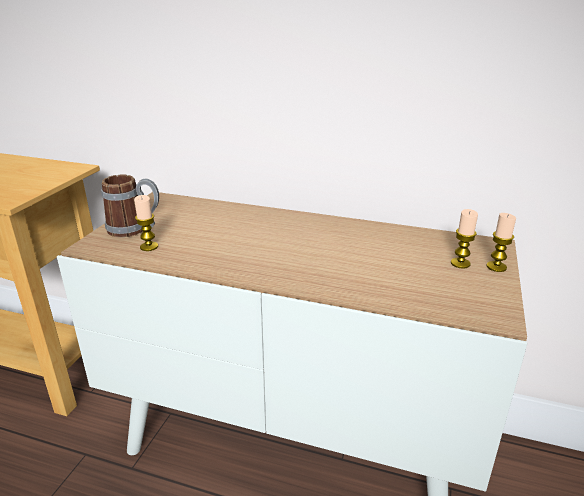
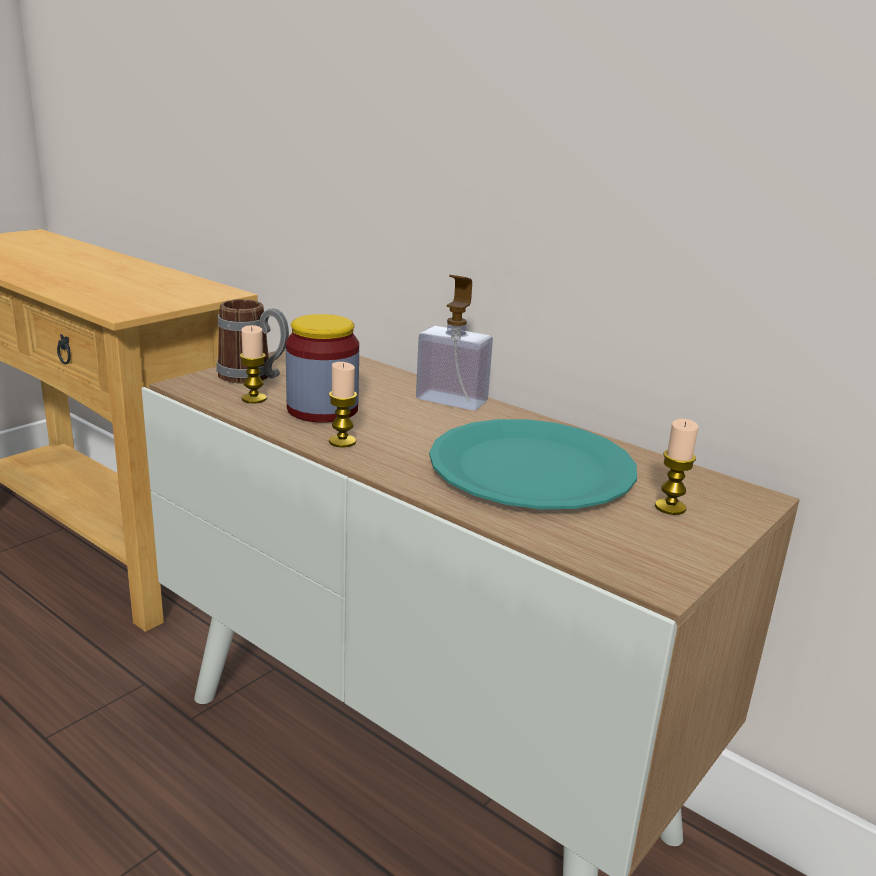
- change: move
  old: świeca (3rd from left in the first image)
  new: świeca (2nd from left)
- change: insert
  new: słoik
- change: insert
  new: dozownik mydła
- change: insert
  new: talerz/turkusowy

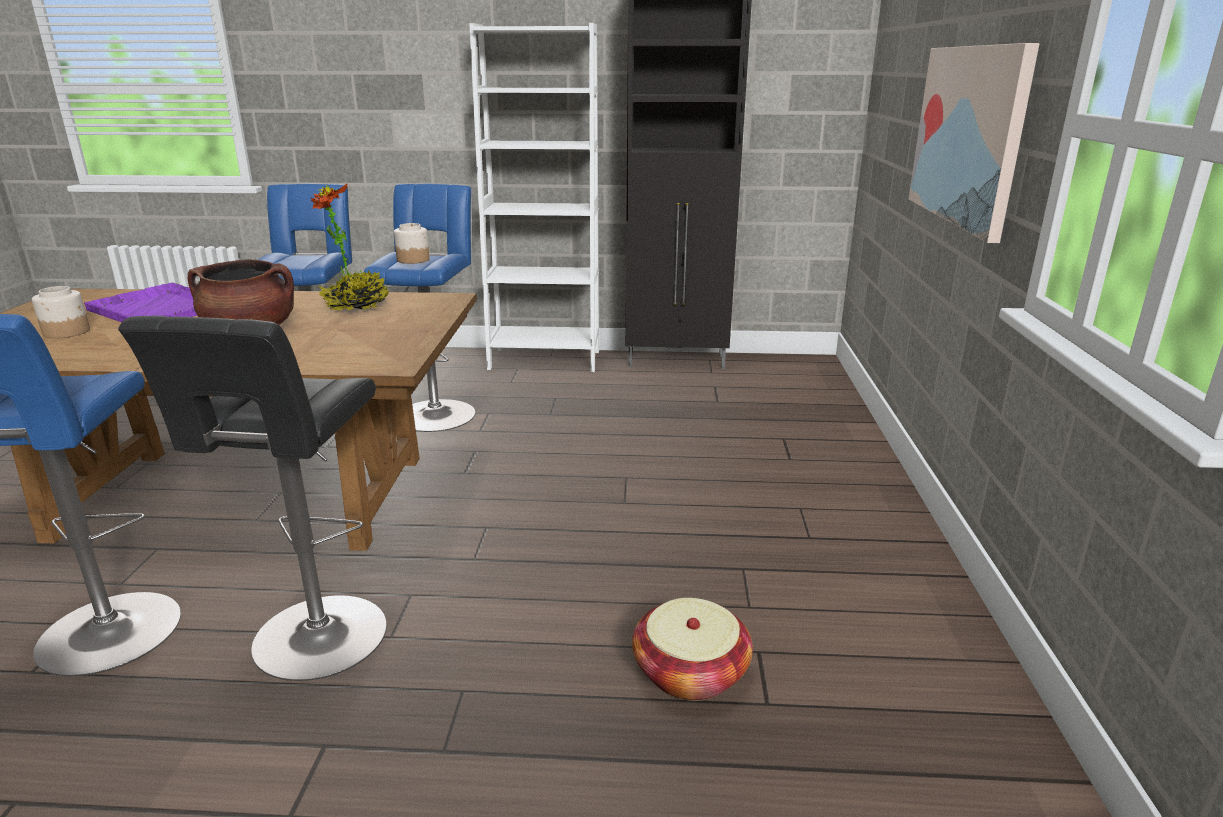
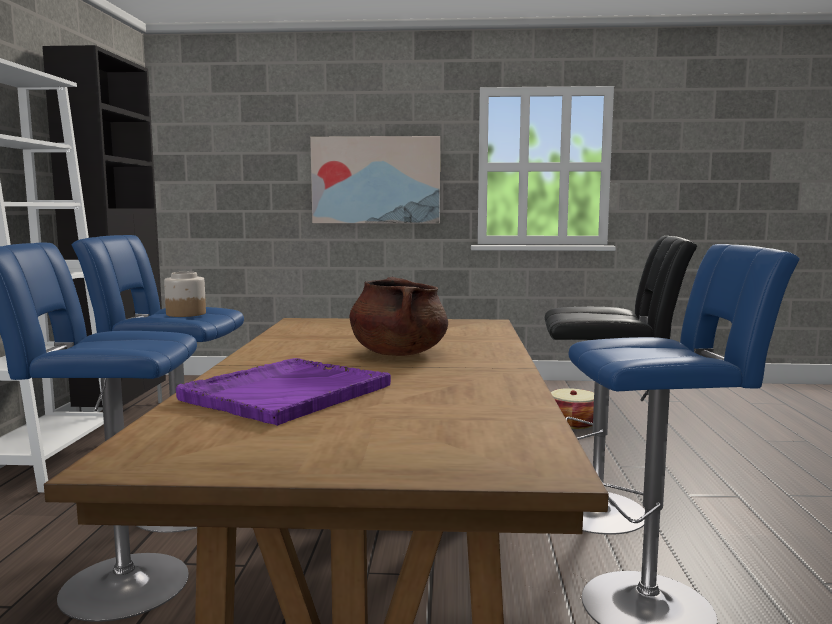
- change: delete
  old: słoik (1st from left)
- change: delete
  old: roślina doniczkowa

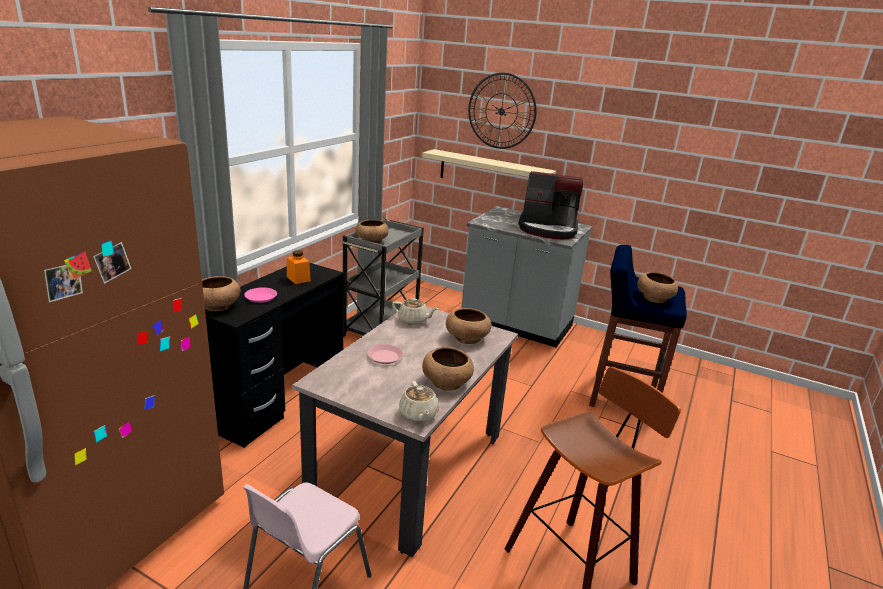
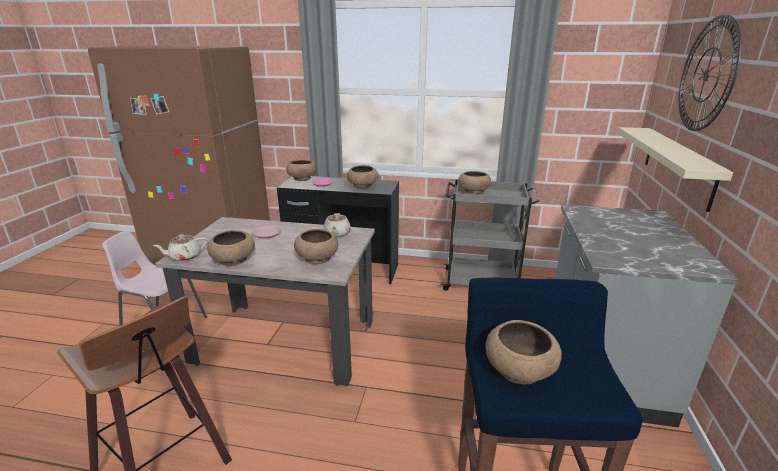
- change: replace
  old: słoik/pomarańczowy
  new: miska/brązowy (4th from left)
- change: delete
  old: ekspres do kawy

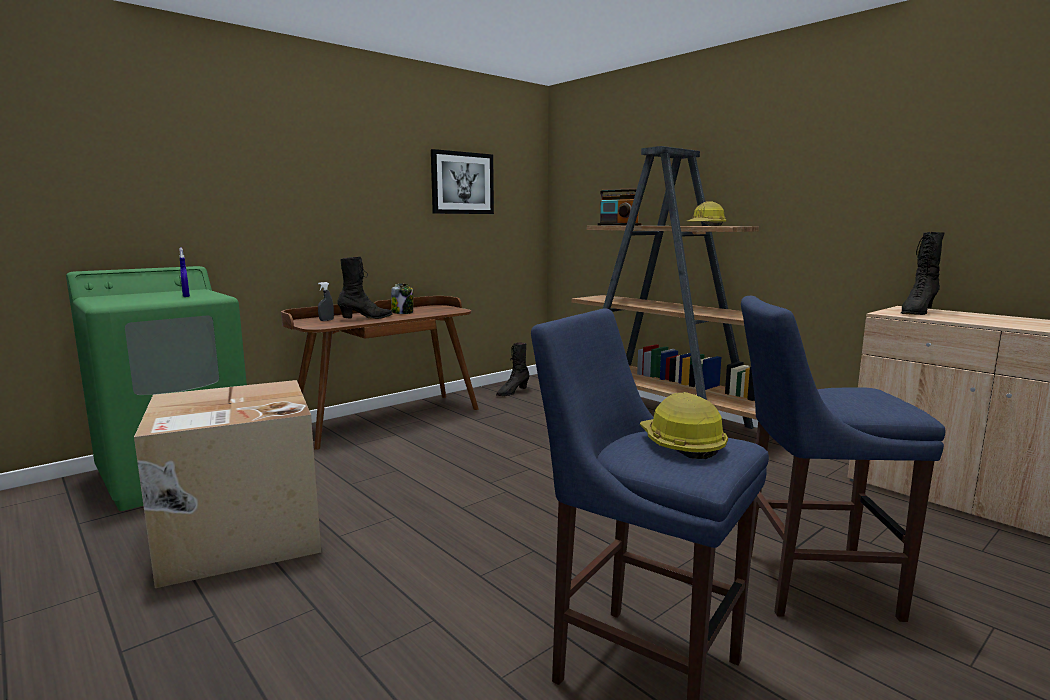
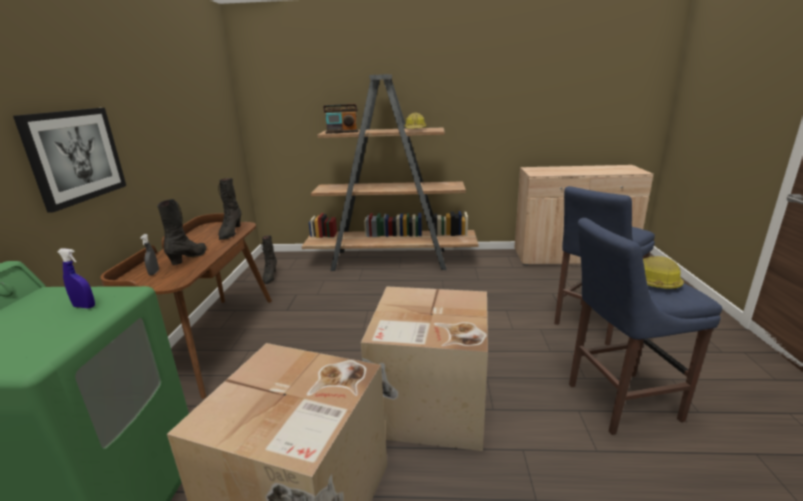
- change: delete
  old: słoik
- change: move
  old: obraz
- change: move
  old: but z cholewką/czarny (3rd from left in the first image)
  new: but z cholewką/czarny (2nd from left)
- change: insert
  new: karton (2nd from left)

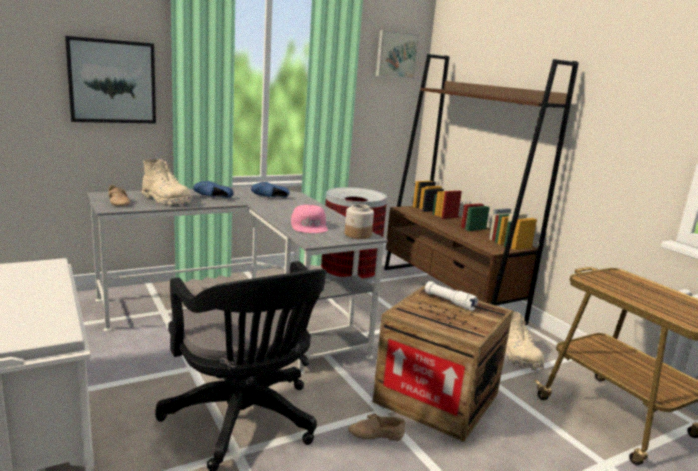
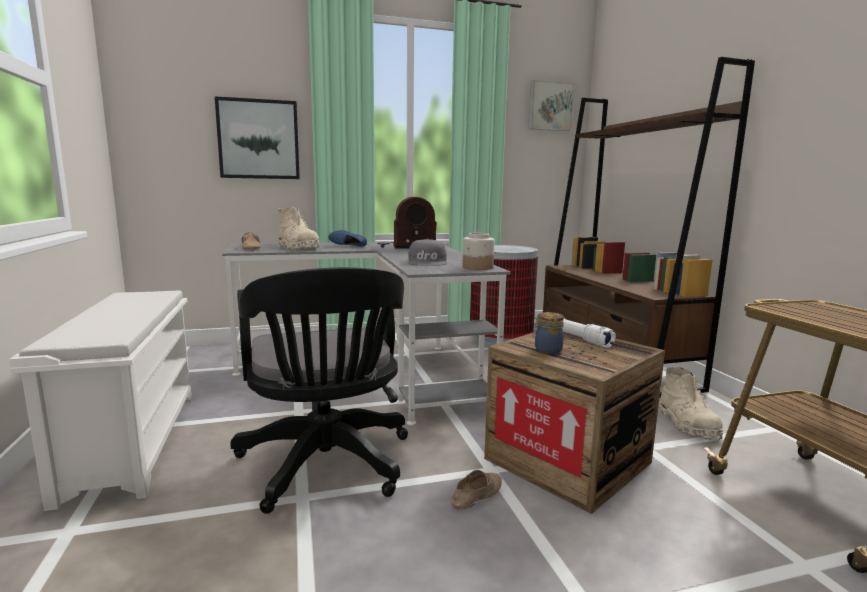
- change: replace
  old: but/niebieski (2nd from left)
  new: radio
- change: recolor
  old: czapka z daszkiem/różowy
  new: czapka z daszkiem/szary
- change: rotate
  old: but/beżowy (2nd from left)
  degrees: 120
- change: insert
  new: słoik (2nd from left)

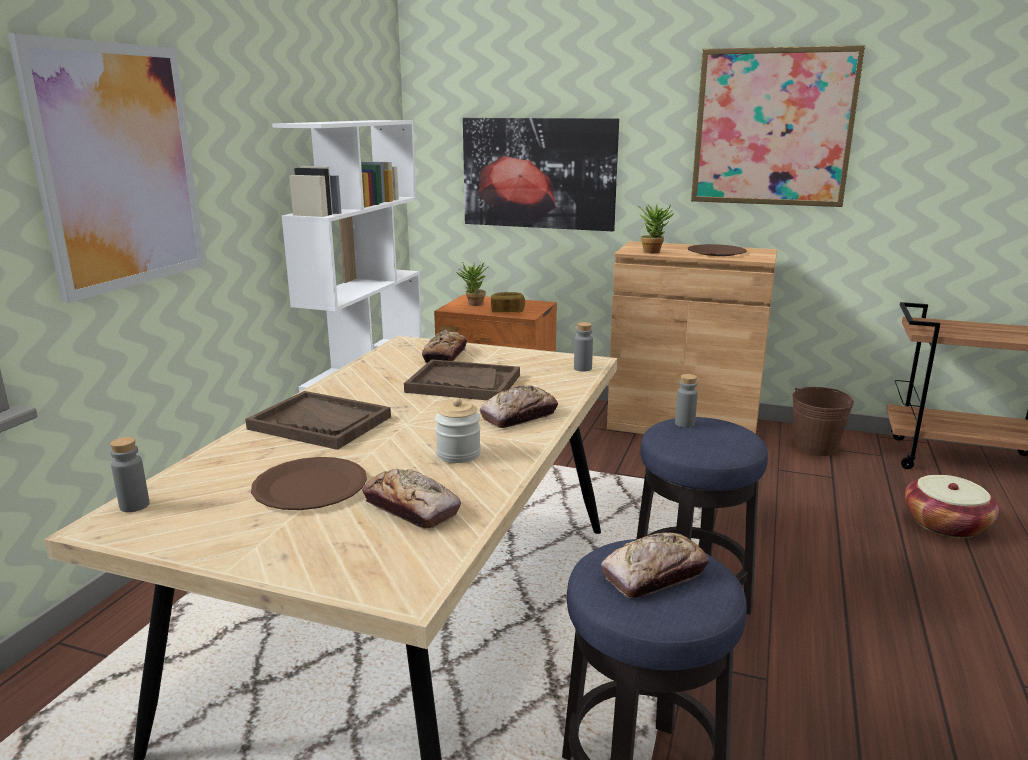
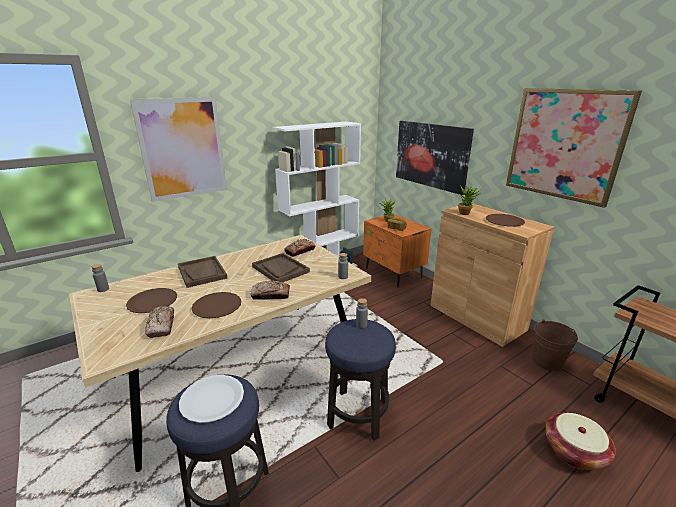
- change: replace
  old: słoik
  new: talerz/brązowy (2nd from left)
- change: replace
  old: chleb (5th from left)
  new: talerz/biały

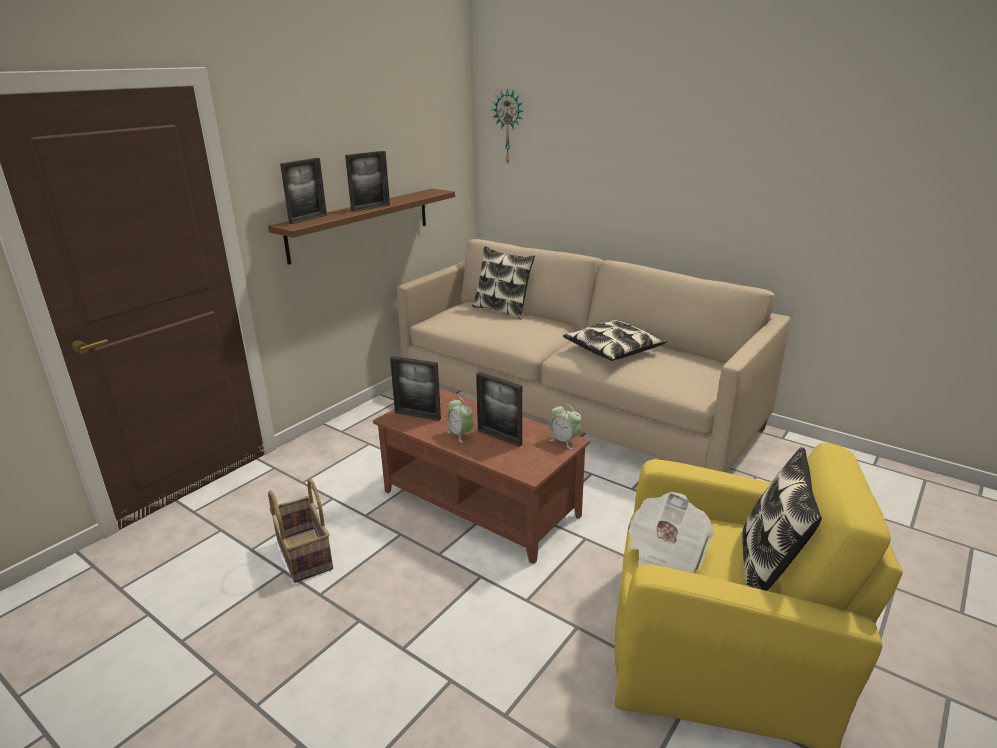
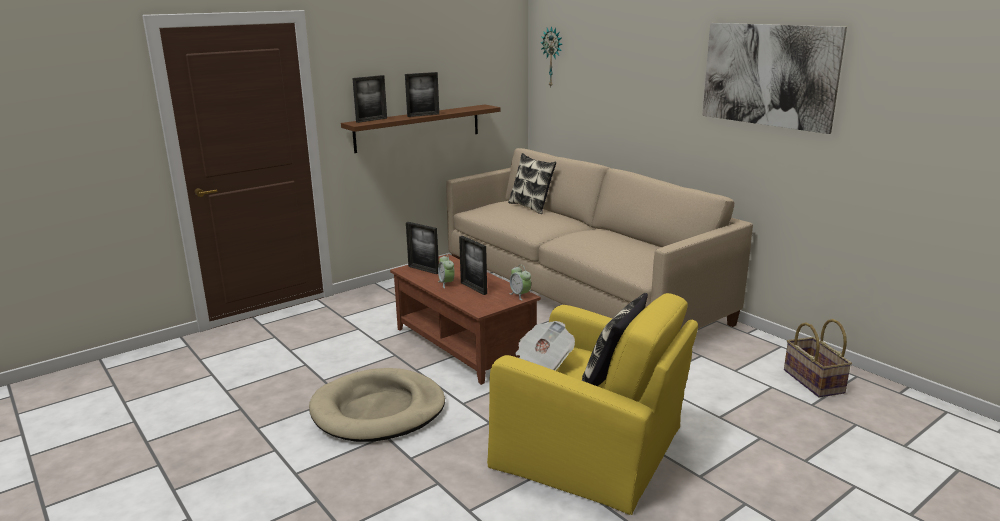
- change: move
  old: koszyk
- change: delete
  old: poduszka (2nd from left)
- change: insert
  new: legowisko/beżowy
- change: insert
  new: obraz

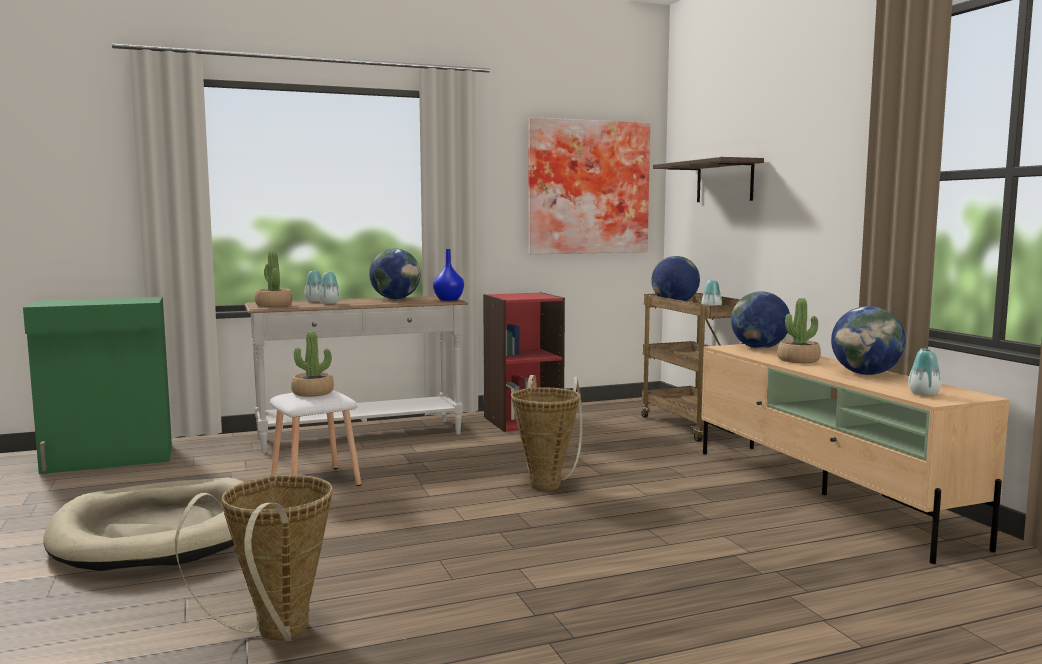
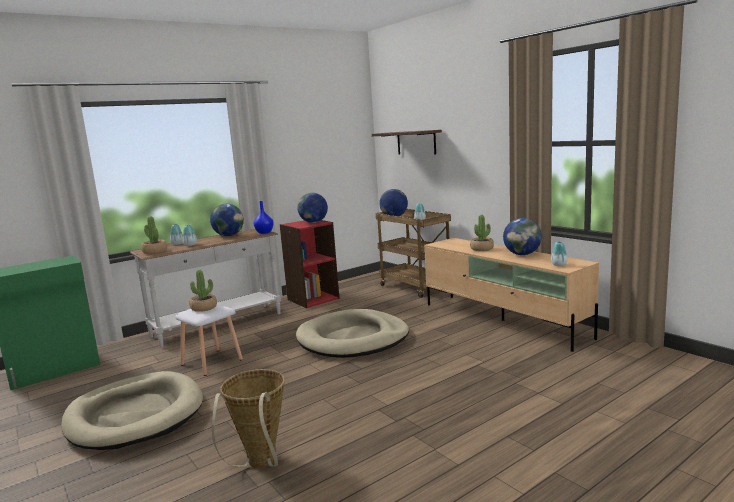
- change: replace
  old: koszyk (2nd from left)
  new: legowisko/beżowy (2nd from left)
- change: delete
  old: obraz
- change: move
  old: globus (3rd from left in the first image)
  new: globus (2nd from left)

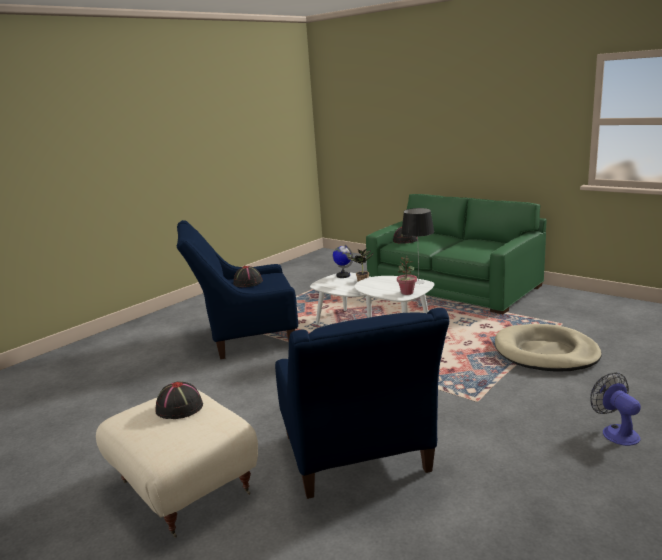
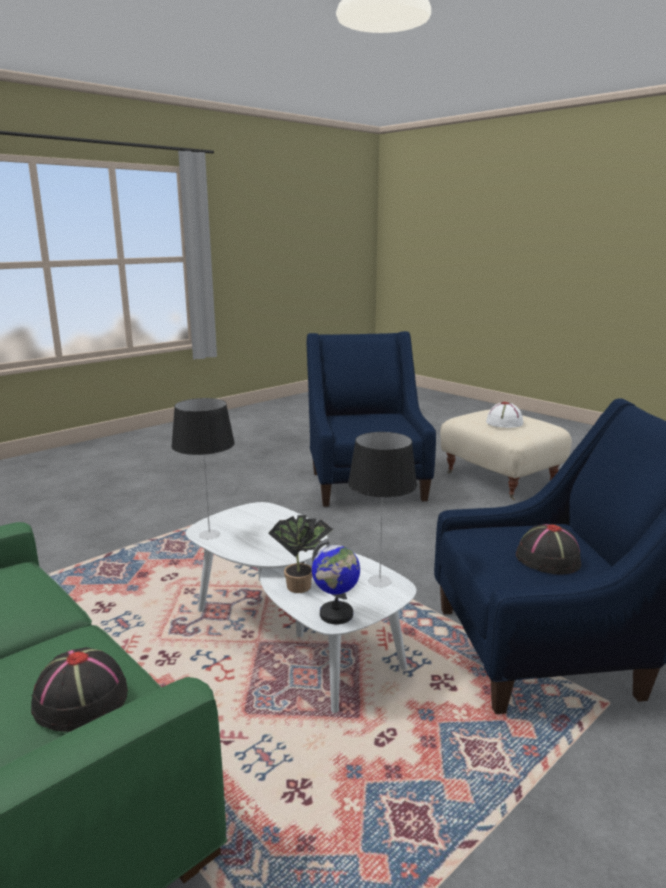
- change: recolor
  old: kapelusz/czarny (1st from left)
  new: kapelusz/biały
- change: delete
  old: roślina doniczkowa (2nd from left)
- change: delete
  old: legowisko/beżowy
- change: delete
  old: wentylator
- change: insert
  new: lampa stołowa (2nd from left)

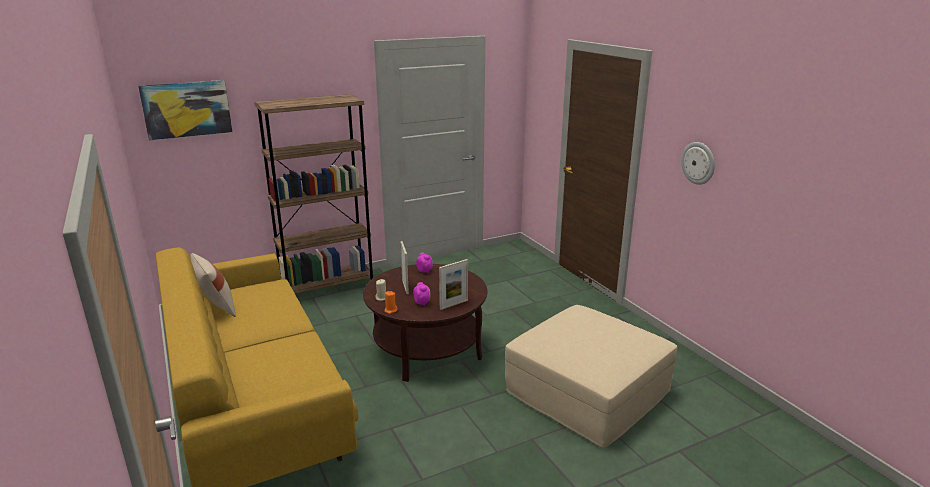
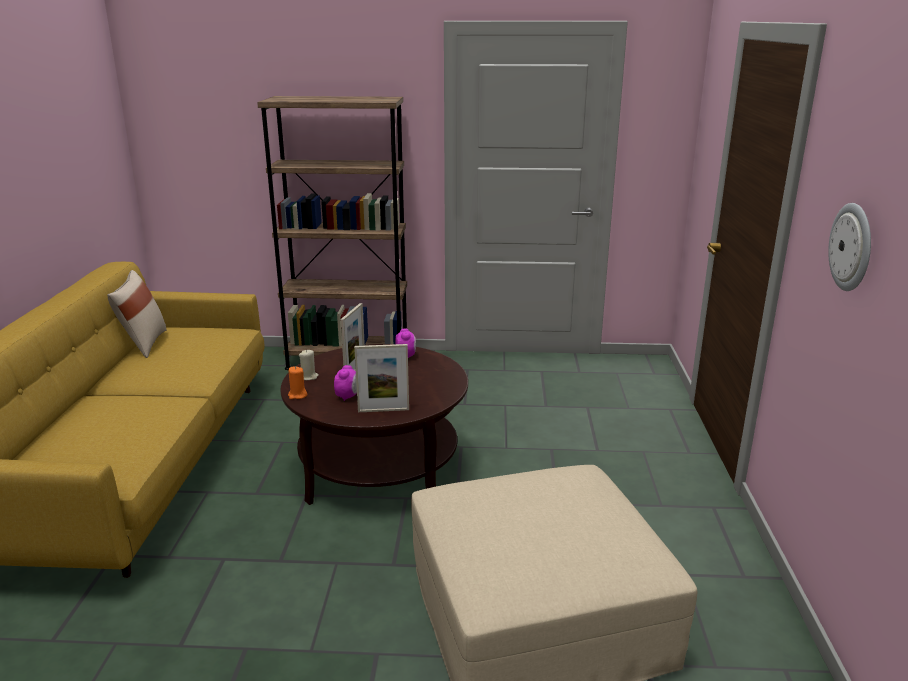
- change: delete
  old: obraz

